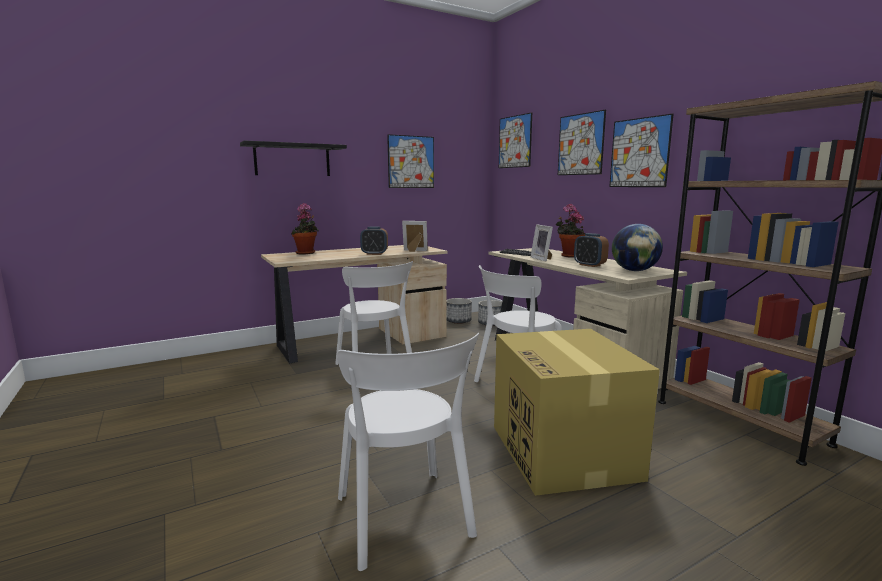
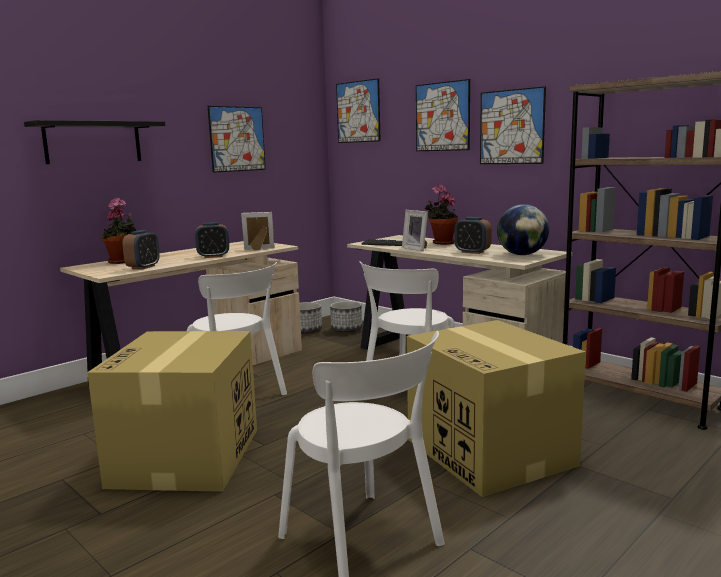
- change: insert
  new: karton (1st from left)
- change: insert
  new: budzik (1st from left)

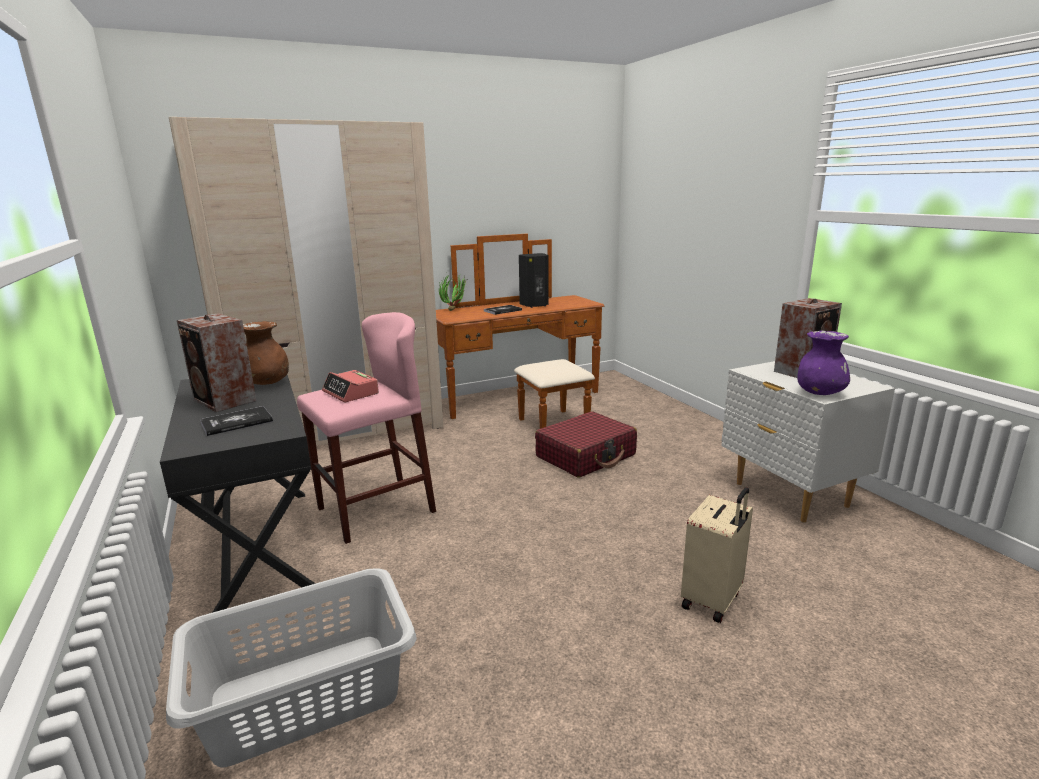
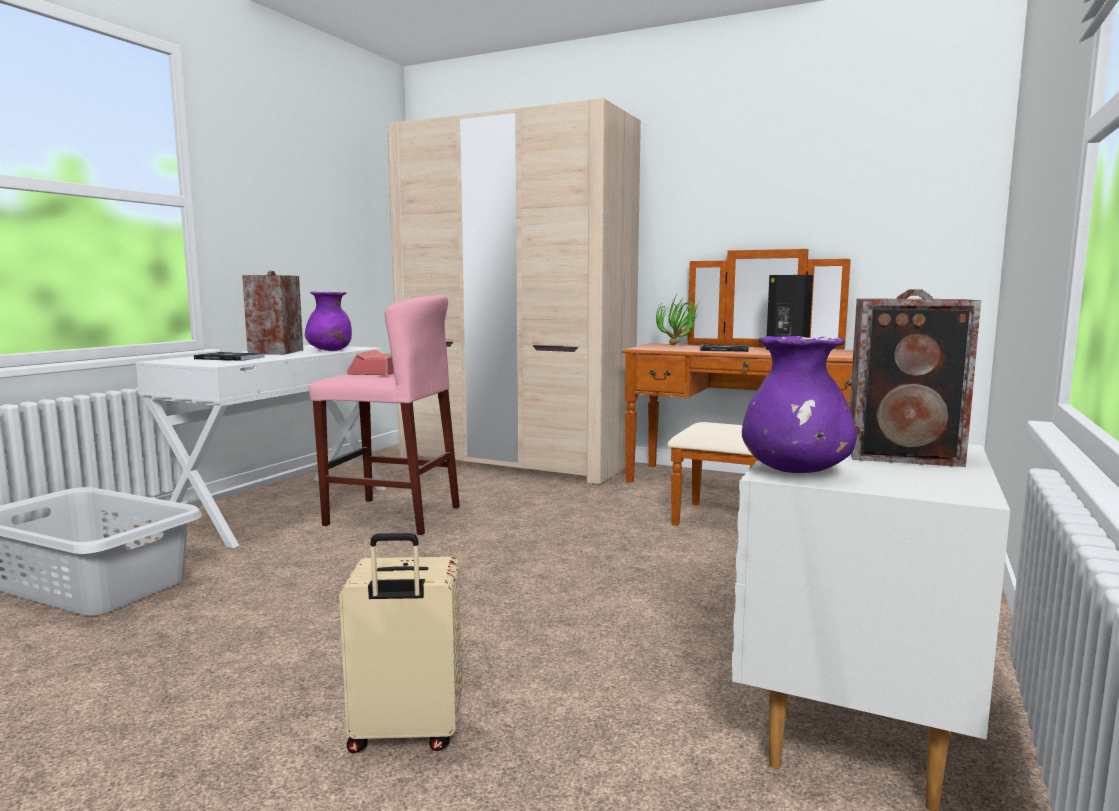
- change: recolor
  old: biurko/czarny
  new: biurko/biały
- change: recolor
  old: wazon/brązowy
  new: wazon/fioletowy (1st from left)
- change: delete
  old: walizka/czerwony

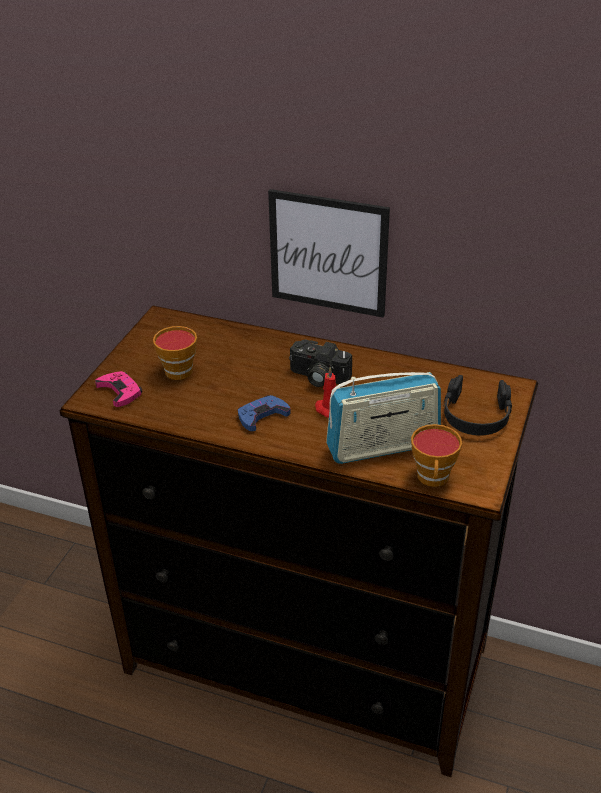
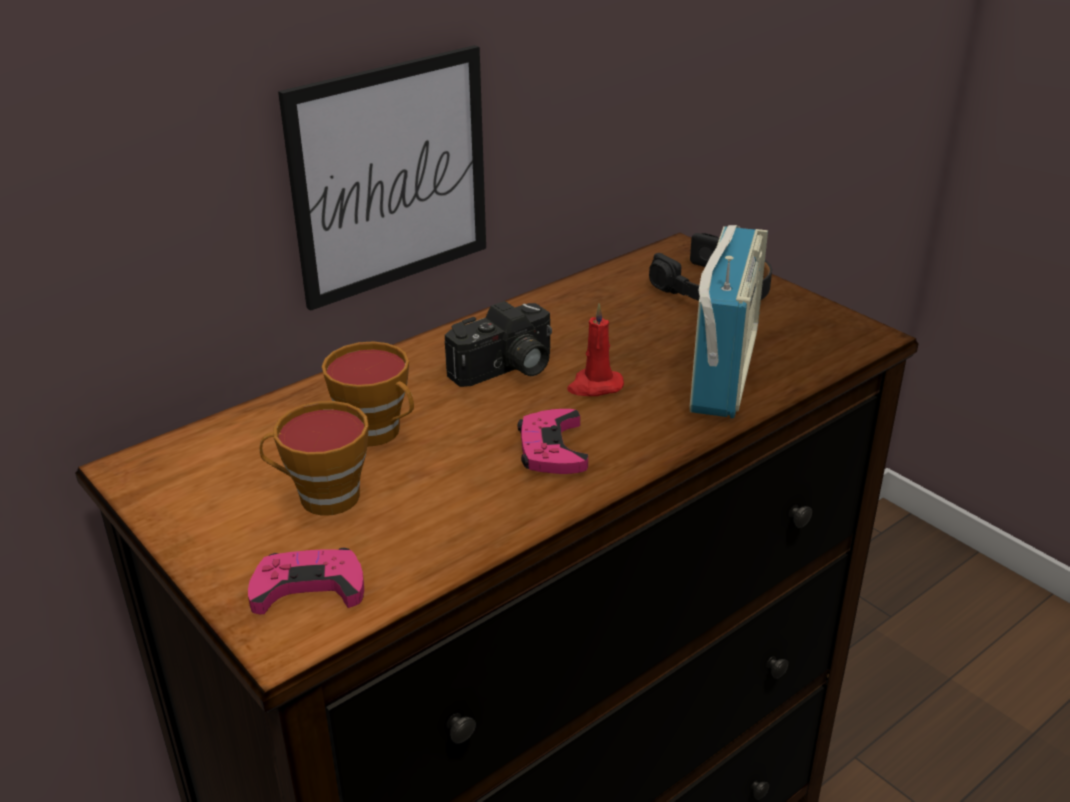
- change: recolor
  old: pad do gier/niebieski
  new: pad do gier/różowy (2nd from left)
- change: move
  old: filiżanka (2nd from left)

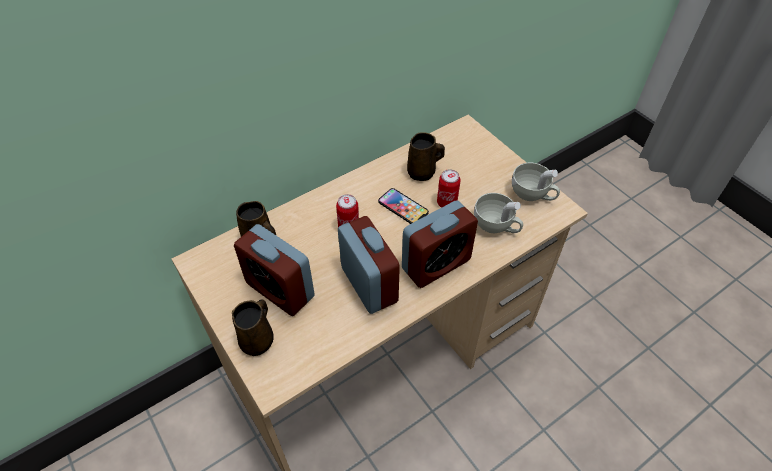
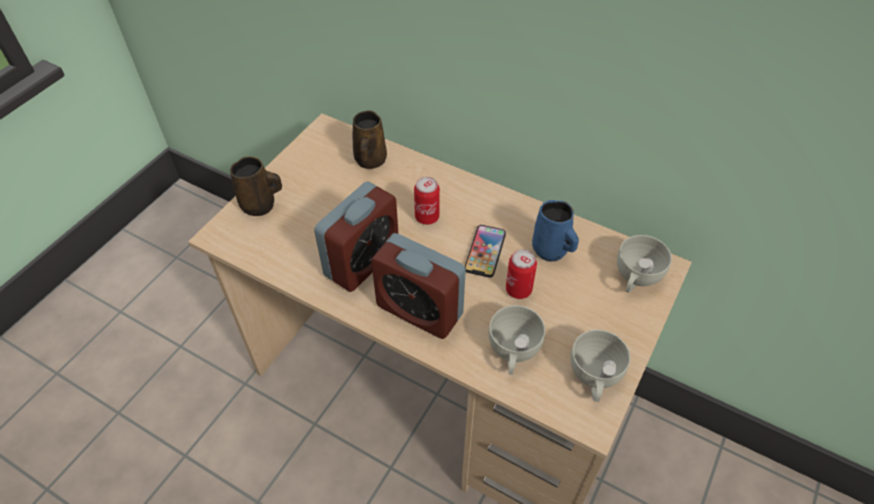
- change: delete
  old: budzik (1st from left)
- change: recolor
  old: kubek/brązowy (3rd from left)
  new: kubek/niebieski
- change: insert
  new: filiżanka/biały (3rd from left)

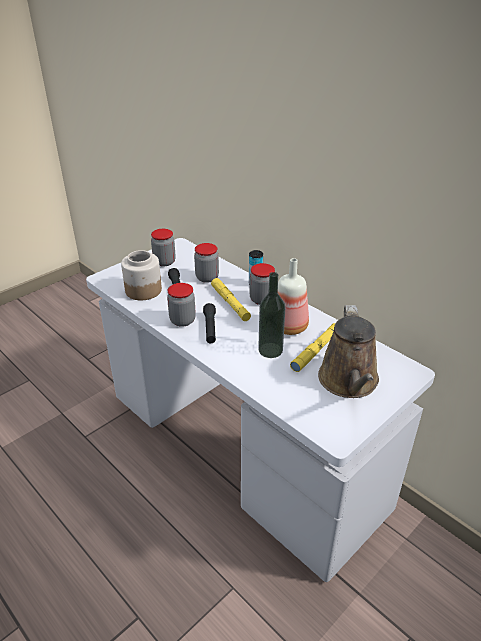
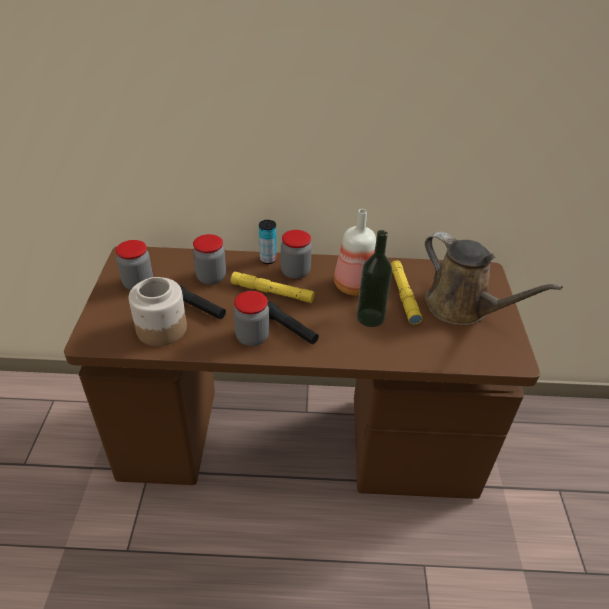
- change: recolor
  old: biurko/biały
  new: biurko/brązowy

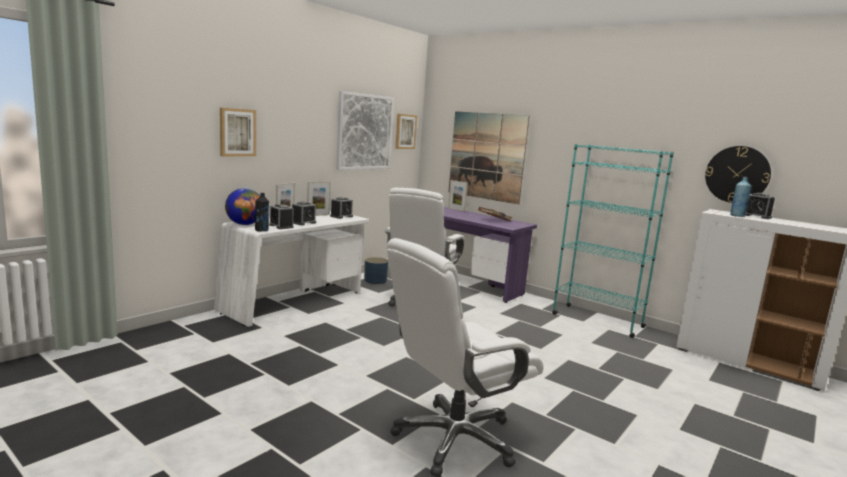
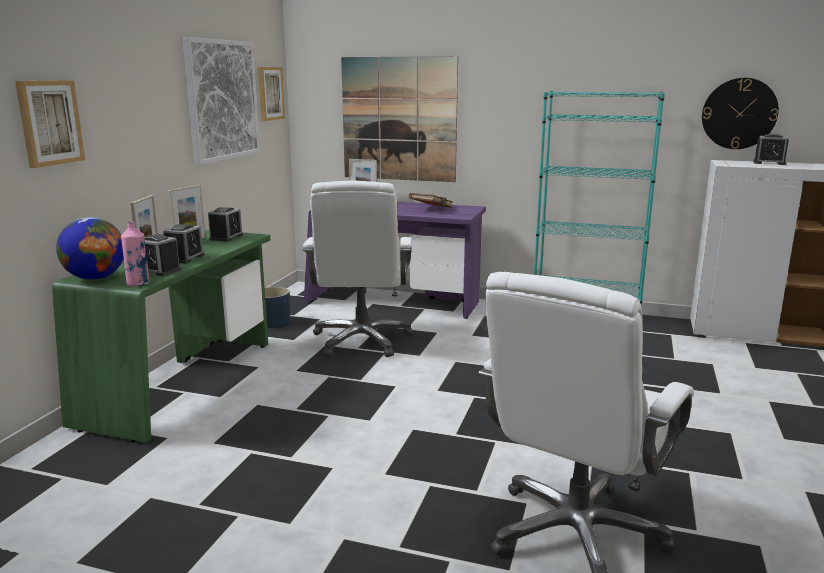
- change: recolor
  old: biurko/biały
  new: biurko/zielony
- change: recolor
  old: butelka/czarny
  new: butelka/różowy
- change: delete
  old: butelka/niebieski

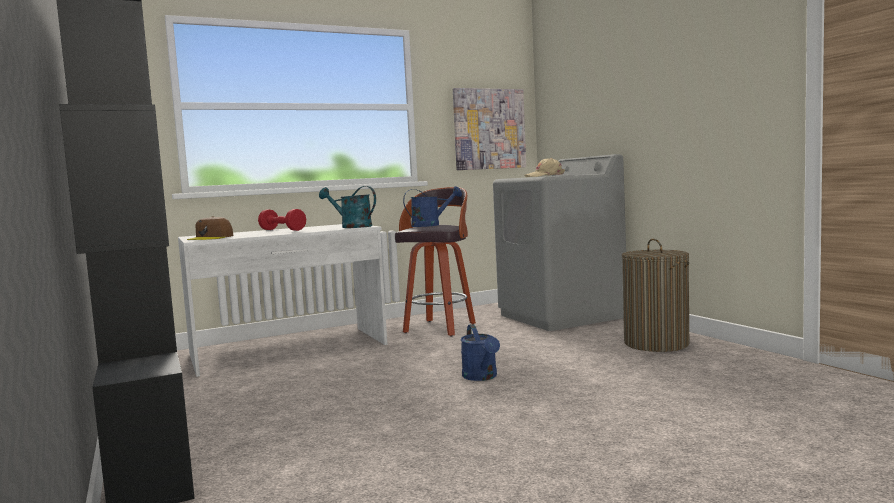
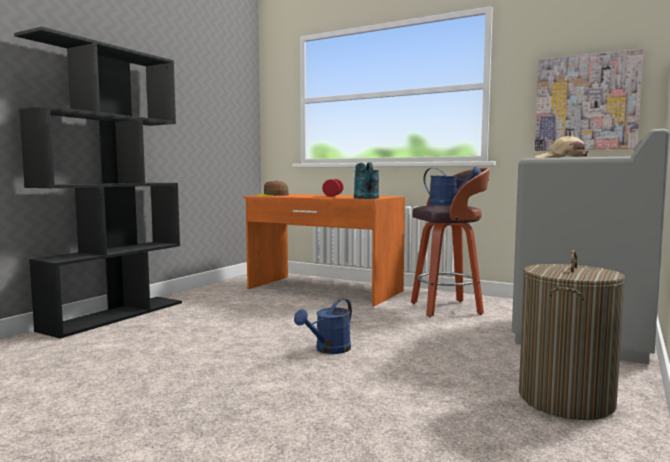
- change: recolor
  old: biurko/biały
  new: biurko/pomarańczowy

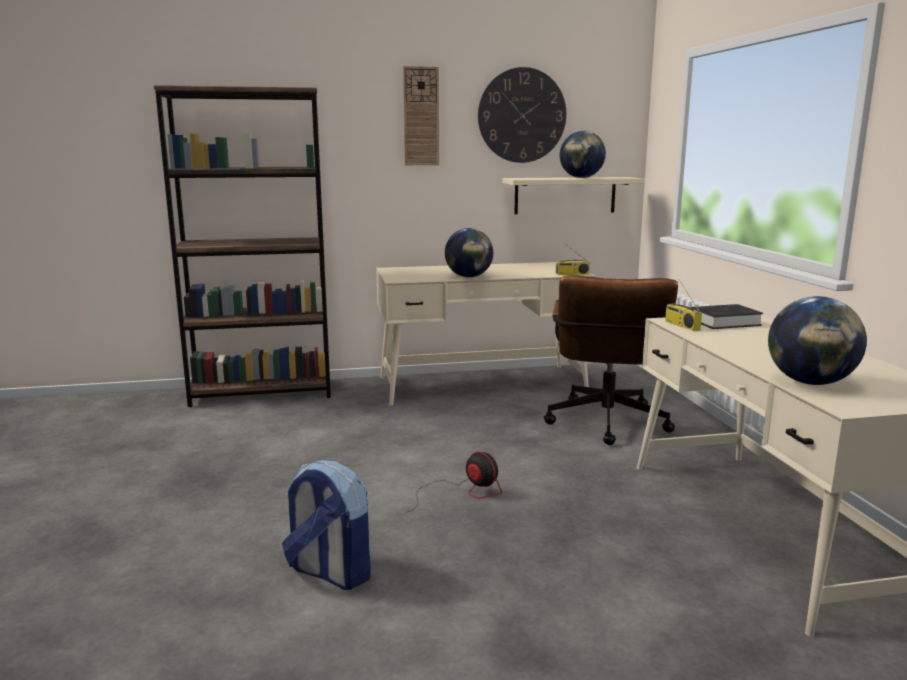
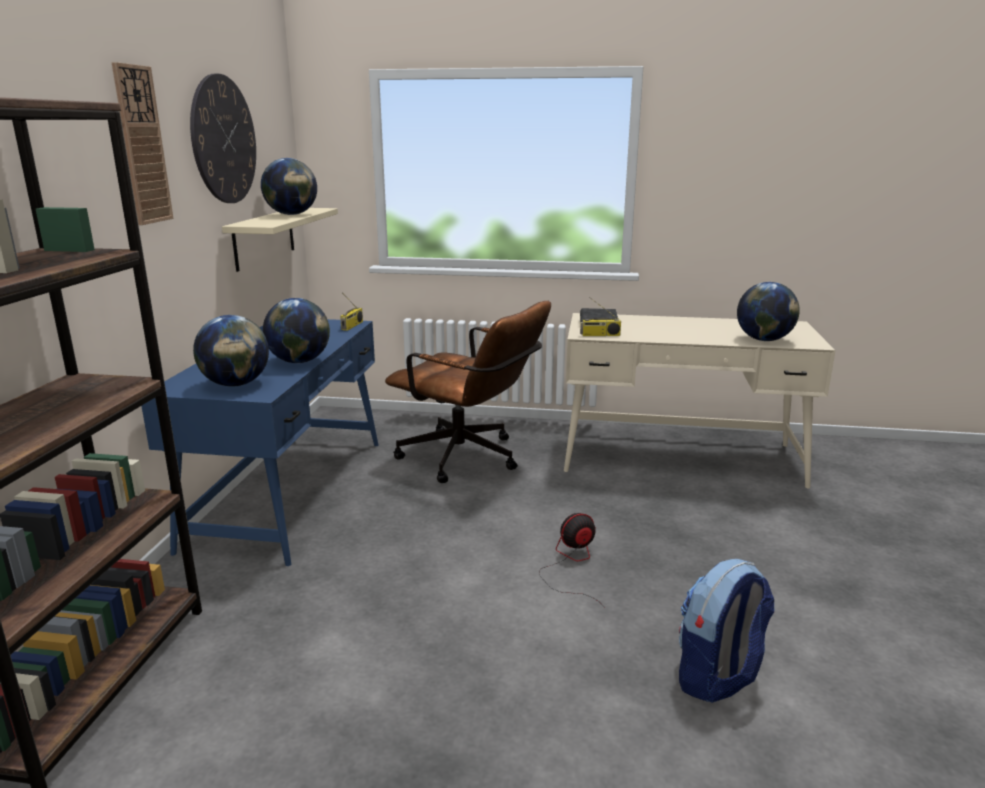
- change: recolor
  old: biurko/beżowy (1st from left)
  new: biurko/niebieski
- change: insert
  new: globus (1st from left)

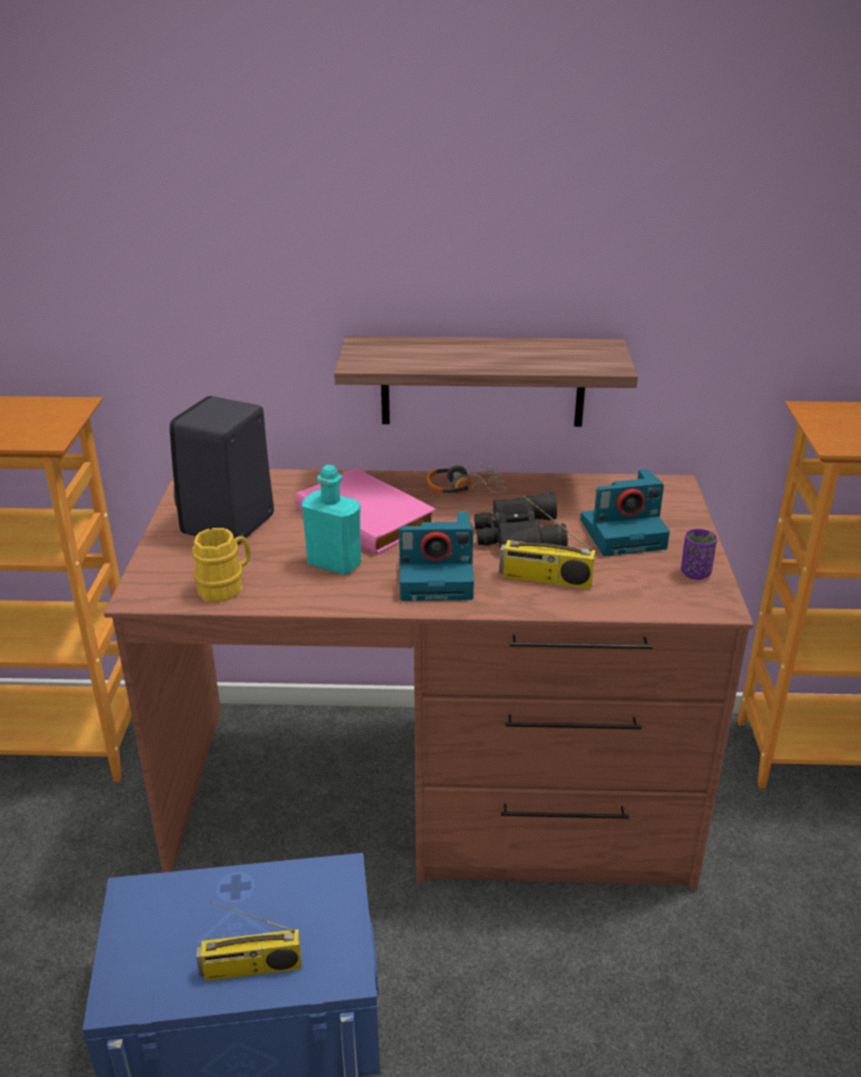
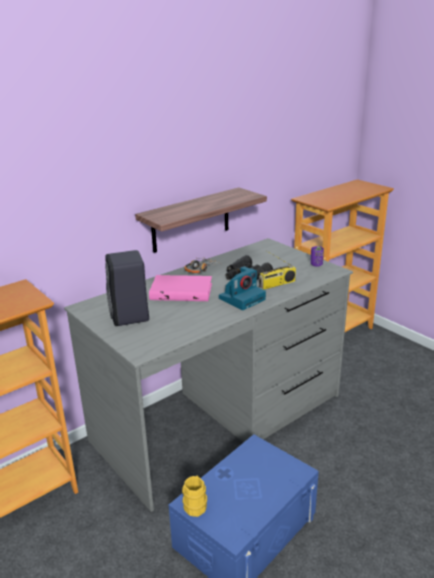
- change: recolor
  old: biurko/brązowy
  new: biurko/szary
- change: move
  old: kubek/żółty
- change: delete
  old: radio (1st from left)
- change: delete
  old: butelka/turkusowy
- change: delete
  old: aparat fotograficzny (2nd from left)

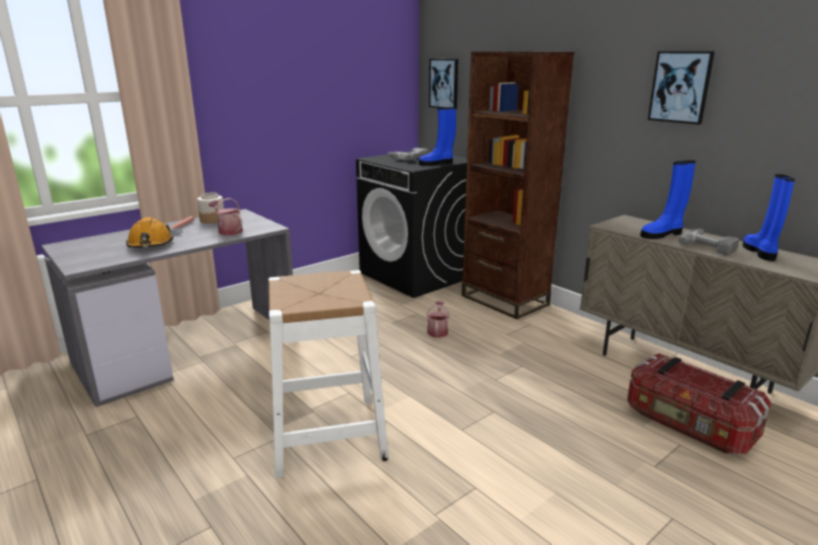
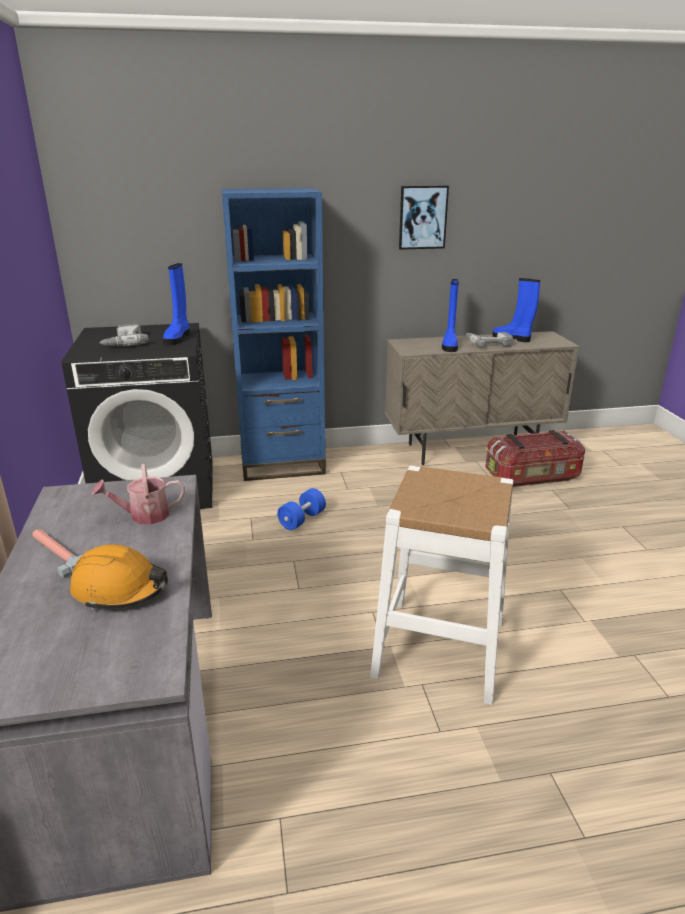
- change: delete
  old: słoik
- change: replace
  old: konewka (2nd from left)
  new: hantel/niebieski
- change: delete
  old: obraz (1st from left)
- change: recolor
  old: regał/brązowy
  new: regał/niebieski

